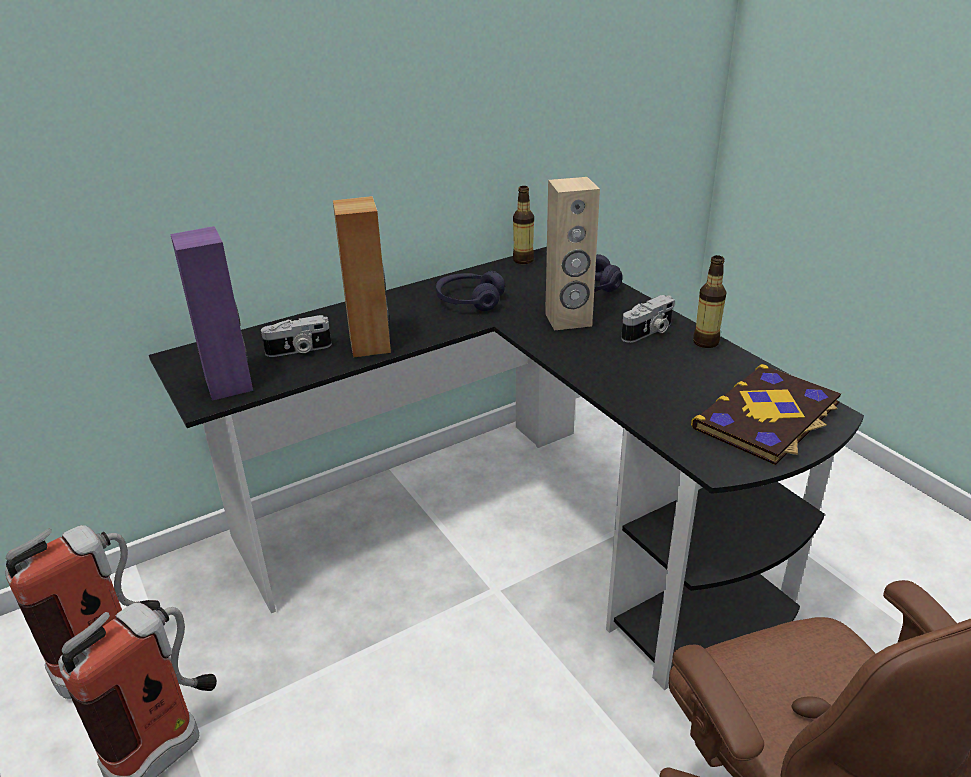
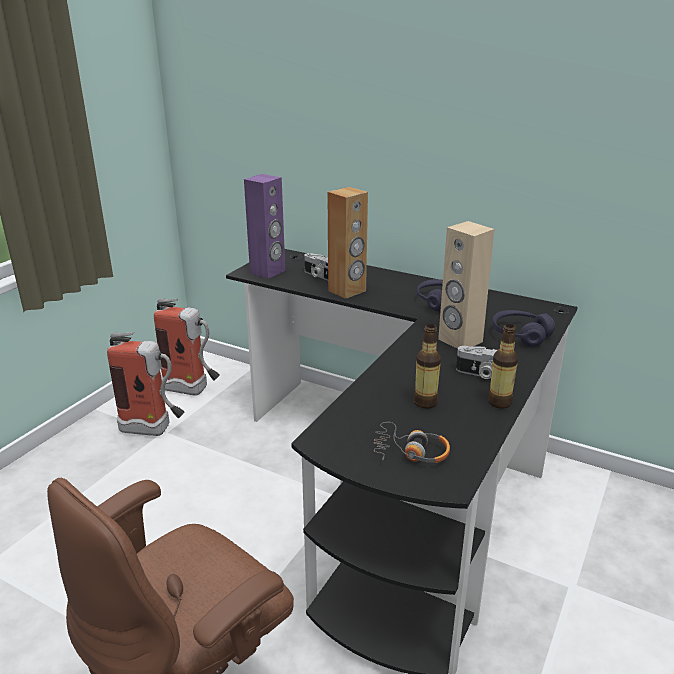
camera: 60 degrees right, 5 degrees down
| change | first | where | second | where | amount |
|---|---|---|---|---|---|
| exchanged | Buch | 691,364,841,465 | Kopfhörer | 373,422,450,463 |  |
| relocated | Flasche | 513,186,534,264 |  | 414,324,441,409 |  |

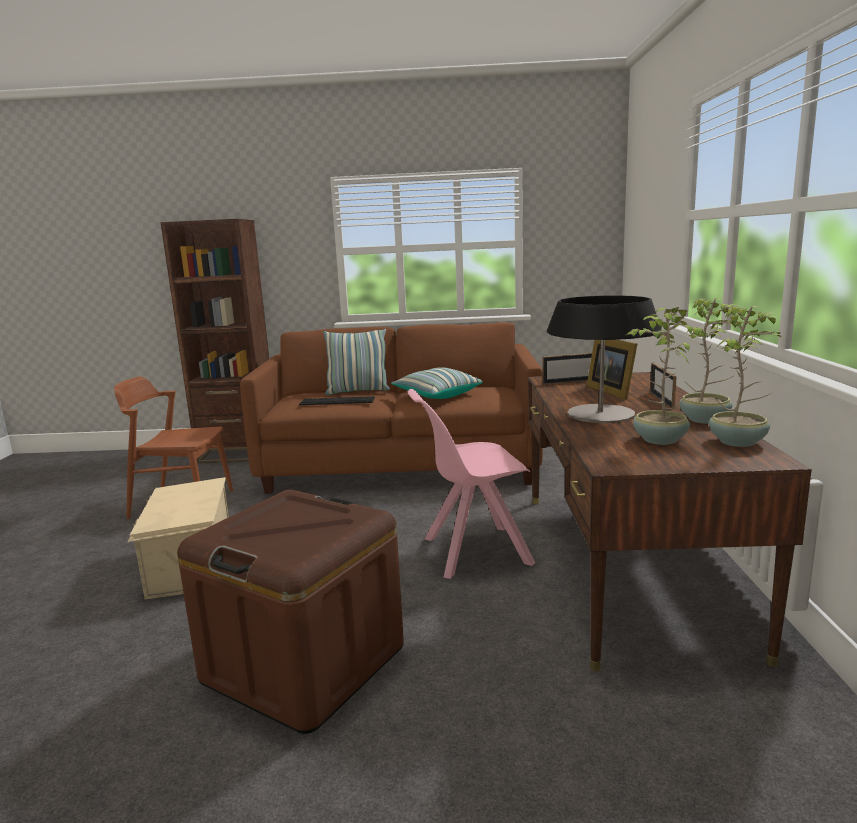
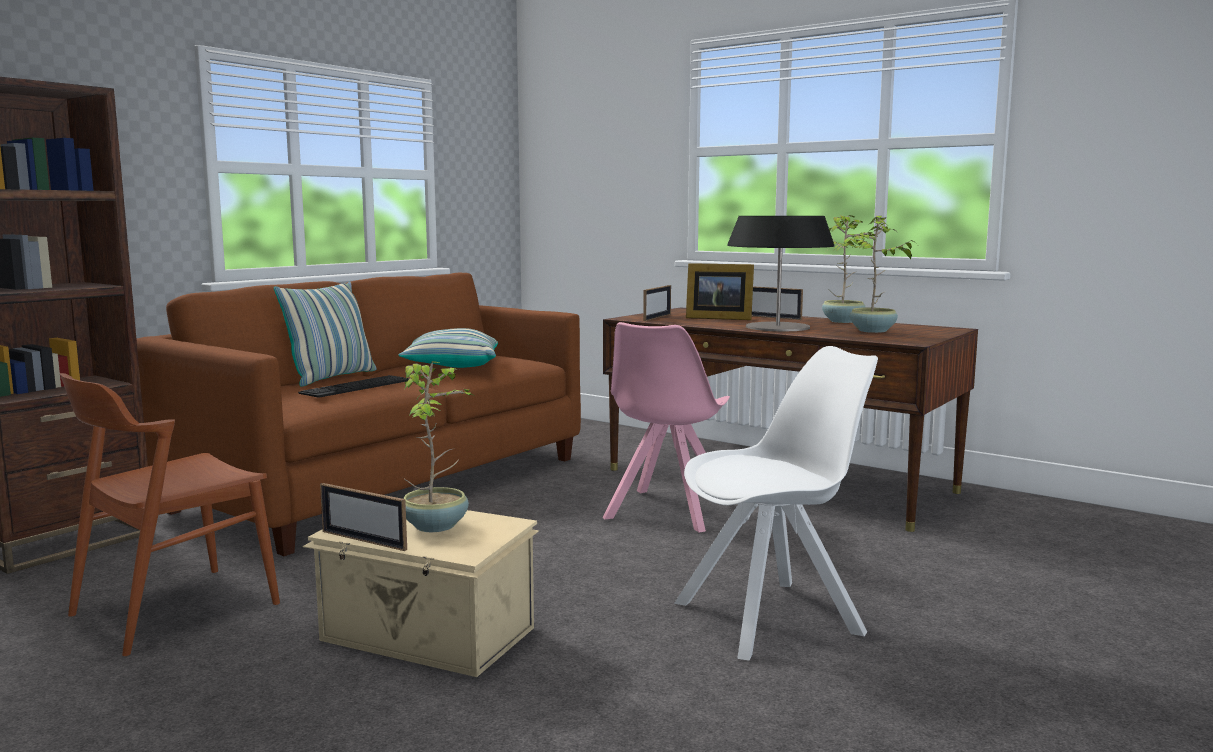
camera: 55 degrees left, 5 degrees down
| change | first | where | second | where | amount |
|---|---|---|---|---|---|
| appeared |  |  | Bilderrahmen | 320,483,407,551 |  |
| relocated | Topfpflanze | 709,306,782,447 |  | 403,361,476,532 |  |
| exchanged | Aufbewahrungsbox [braun] | 177,490,404,734 | Stuhl [weiß] | 674,346,878,661 |  |

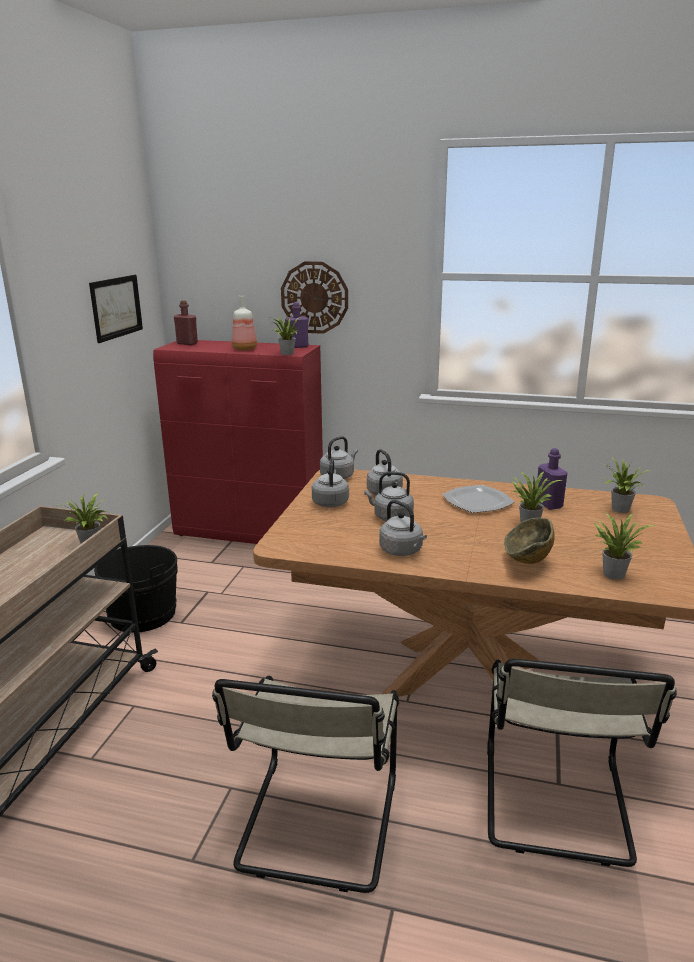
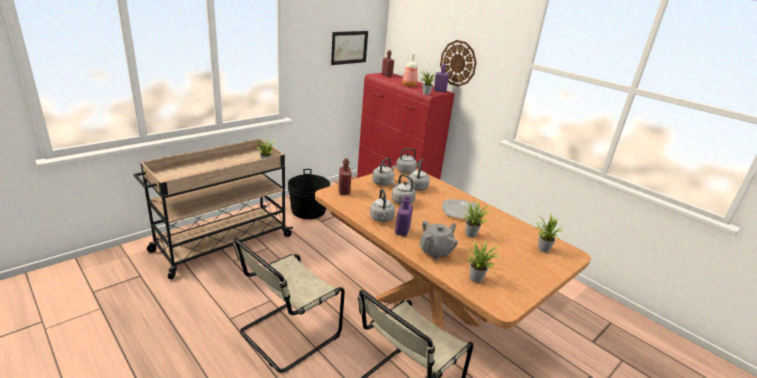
camera: 30 degrees right, 5 degrees up
| change | first | where | second | where | amount |
|---|---|---|---|---|---|
| appeared |  |  | Flasche [rot] | 339,158,352,195 |  |
| relocated | Flasche [lila] | 537,448,567,510 |  | 395,195,413,236 |  |
| exchanged | Schüssel | 504,518,555,564 | Teekanne [grau] | 419,221,458,260 |  |

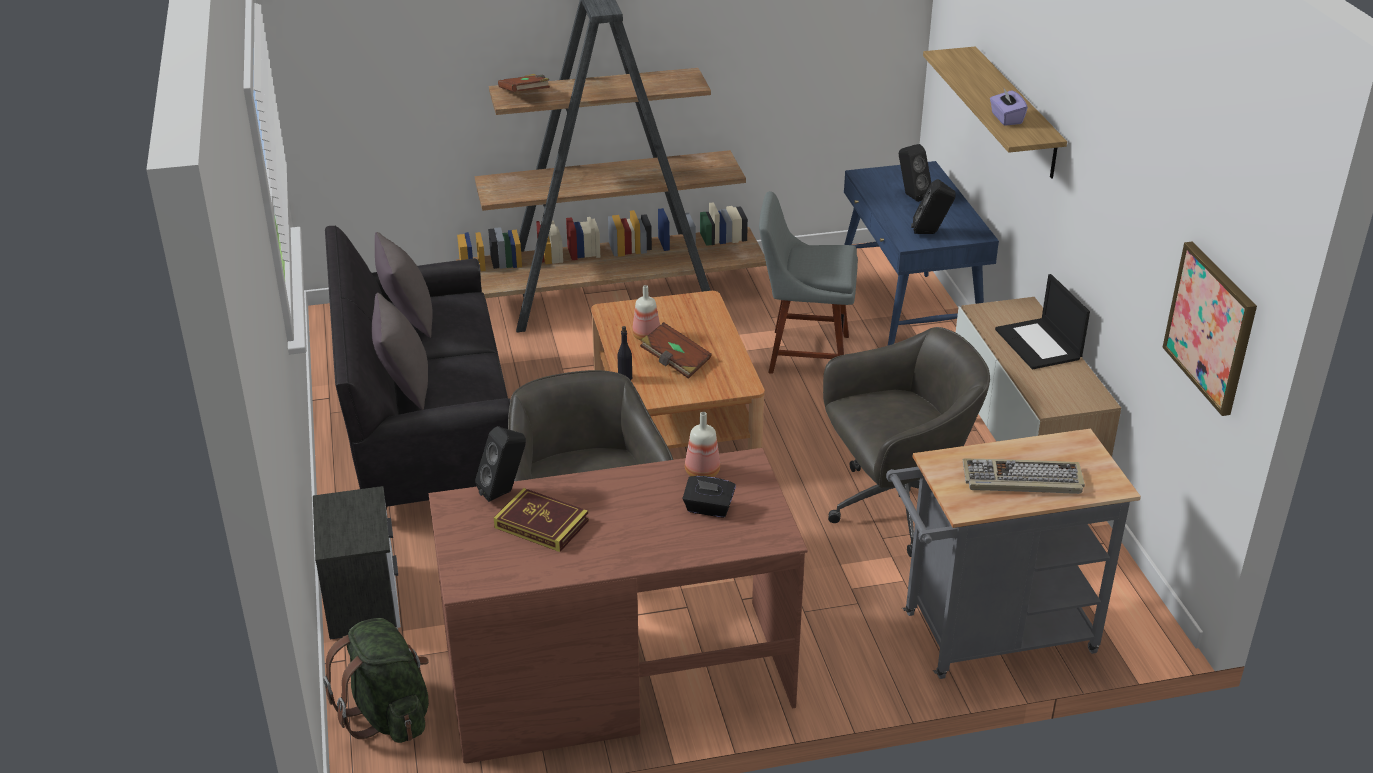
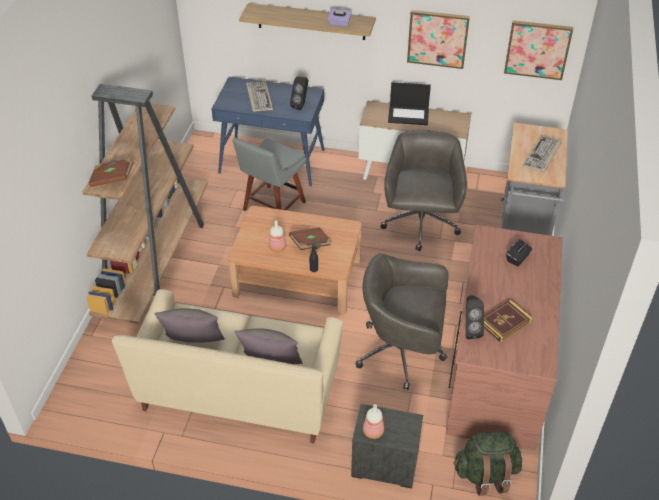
camera: 65 degrees left, 10 degrees up
| change | first | where | second | where | amount |
|---|---|---|---|---|---|
| colour | Sofa [schwarz] | 325,226,510,510 | Sofa [beige] | 112,289,343,443 |  |
| exchanged | Lautsprecher [schwarz] | 899,144,931,202 | Tastatur | 246,81,273,112 |  |
| relocated | Flasche | 685,412,720,477 |  | 363,404,384,439 |  |
| appeared |  |  | Bild | 407,10,470,69 |  |

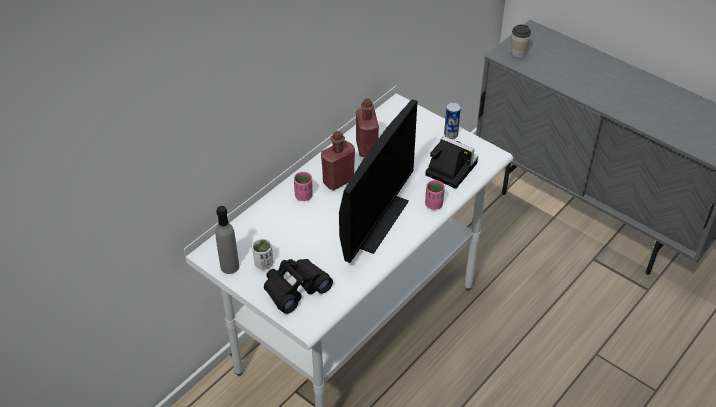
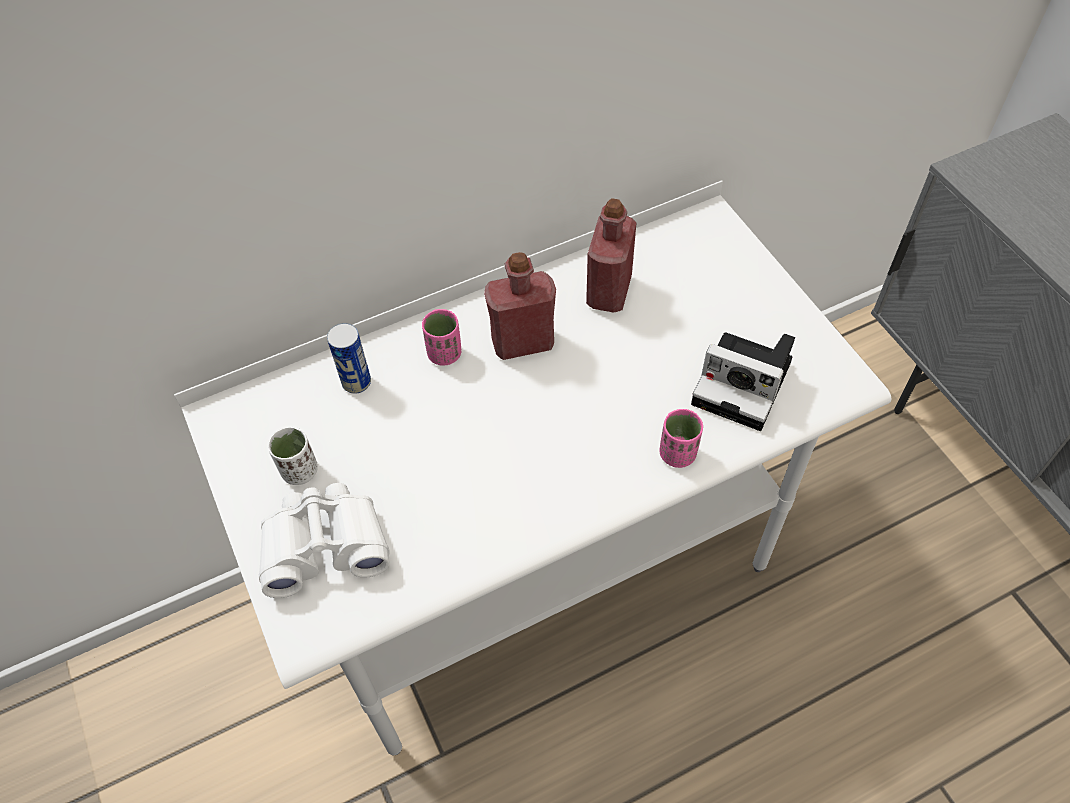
camera: 25 degrees right, 10 degrees up
| change | first | where | second | where | amount |
|---|---|---|---|---|---|
| colour | Fernglas [schwarz] | 264,259,333,314 | Fernglas [weiß] | 259,483,390,598 |  |
| relocated | Dose | 444,102,461,139 |  | 327,323,371,394 |  |
| spun | Kamera | 425,136,478,189 |  | 691,333,795,431 | 150 degrees clockwise |
| missing | Flasche [grau] | 215,206,239,274 |  |  |  |
| missing | Monitor | 339,99,417,263 |  |  |  |
| missing | Tasse | 511,25,531,58 |  |  |  |

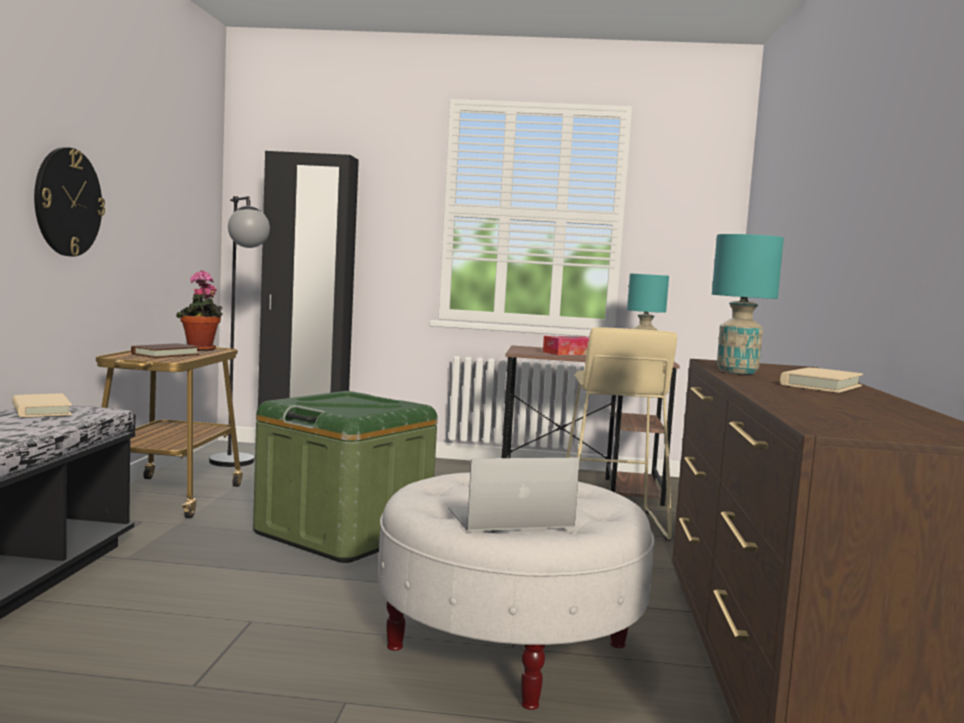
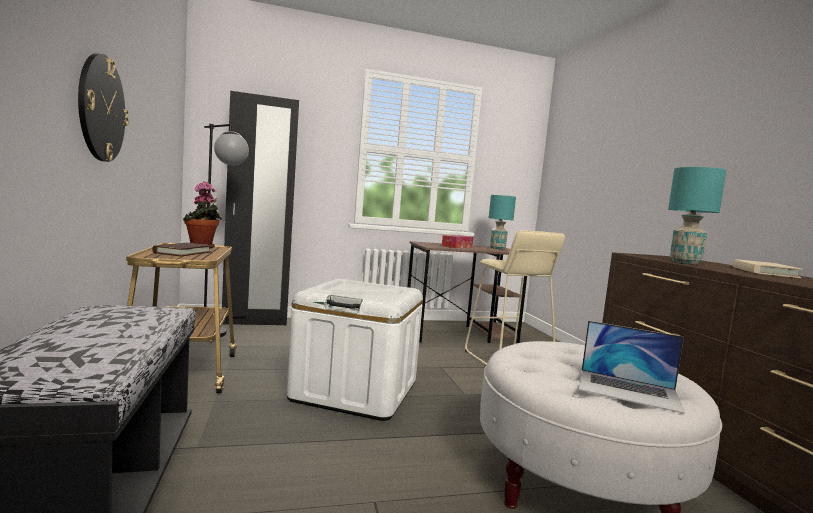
camera: 20 degrees left, 0 degrees up
| change | first | where | second | where | amount |
|---|---|---|---|---|---|
| colour | Aufbewahrungsbox [grün] | 253,391,437,563 | Aufbewahrungsbox [weiß] | 287,279,423,421 |  |
| spun | Laptop | 448,458,580,531 |  | 579,321,685,414 | 120 degrees counterclockwise |
| missing | Buch [beige] | 12,393,72,417 |  |  |  |

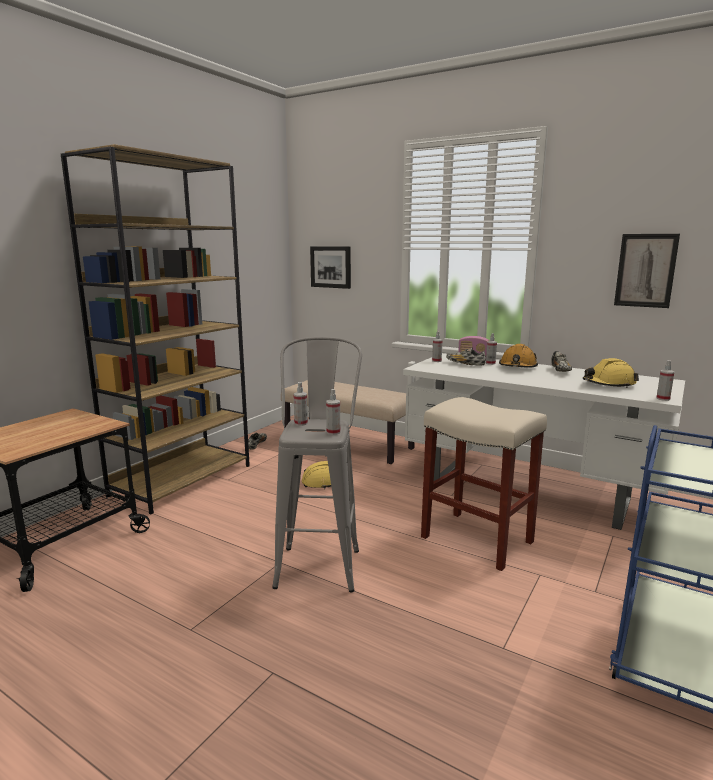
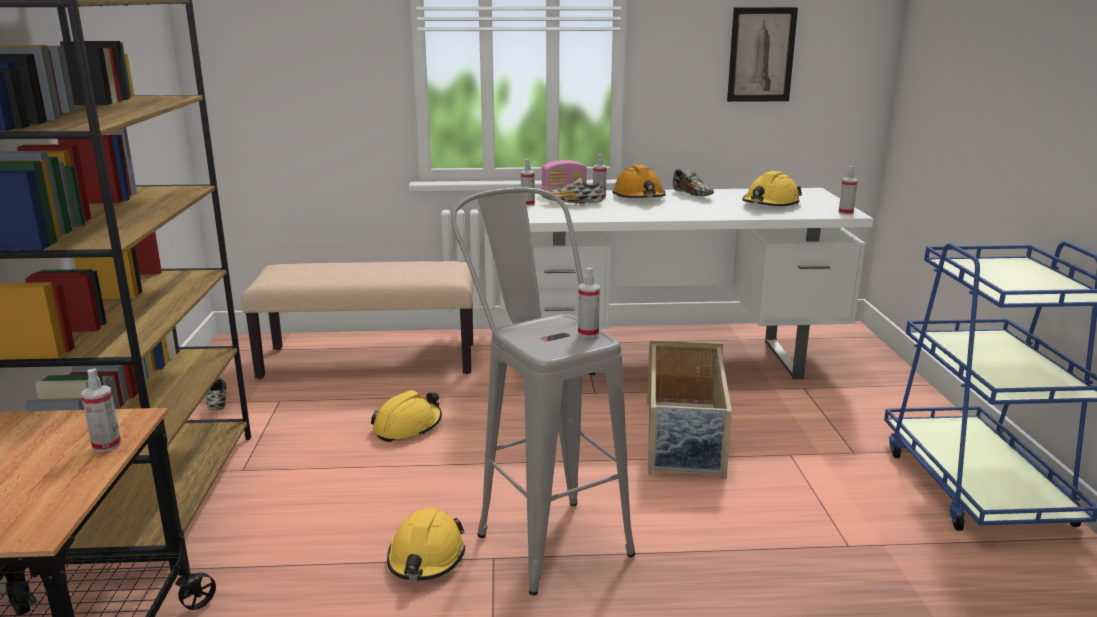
camera: 35 degrees left, 5 degrees up
| change | first | where | second | where | amount |
|---|---|---|---|---|---|
| relocated | Sprühflasche | 294,382,308,426 |  | 81,368,121,452 |  |
| appeared |  |  | Schutzhelm [gelb] | 387,508,465,581 |  |
| exchanged | Hocker [beige] | 421,397,547,571 | Aufbewahrungsbox [beige] | 647,341,732,479 |  |
| missing | Bild | 310,246,351,289 |  |  |  |

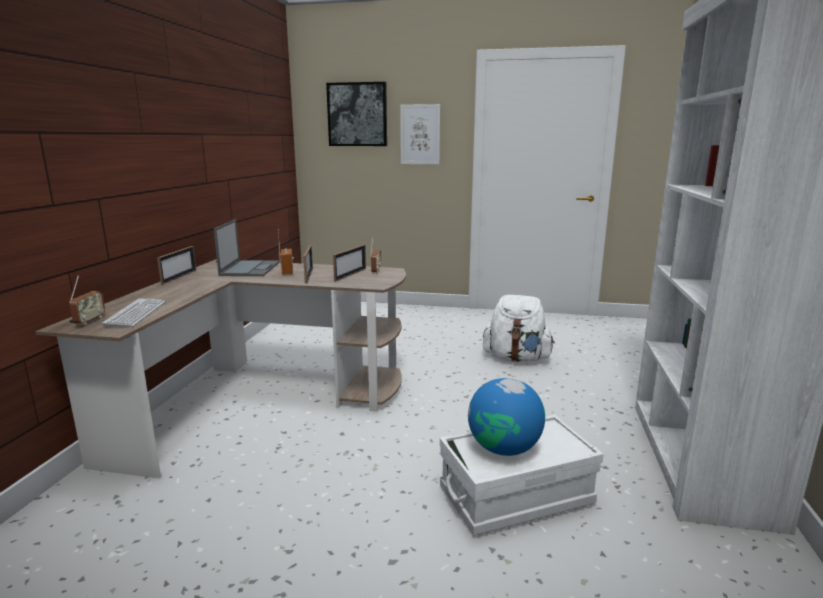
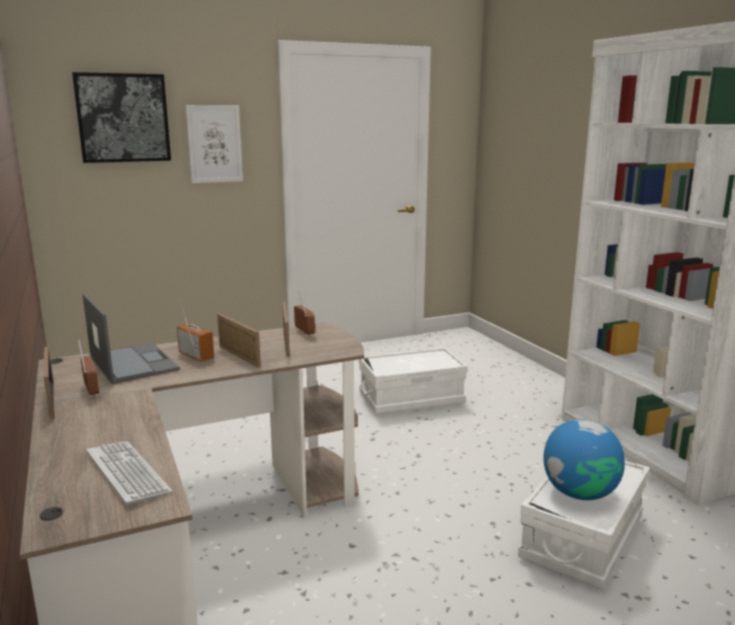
camera: 35 degrees left, 0 degrees up
| change | first | where | second | where | amount |
|---|---|---|---|---|---|
| relocated | Radio | 69,275,105,325 |  | 78,340,99,397 |  |
| exchanged | Rucksack [weiß] | 483,295,555,362 | Aufbewahrungsbox [weiß] | 359,347,468,415 |  |

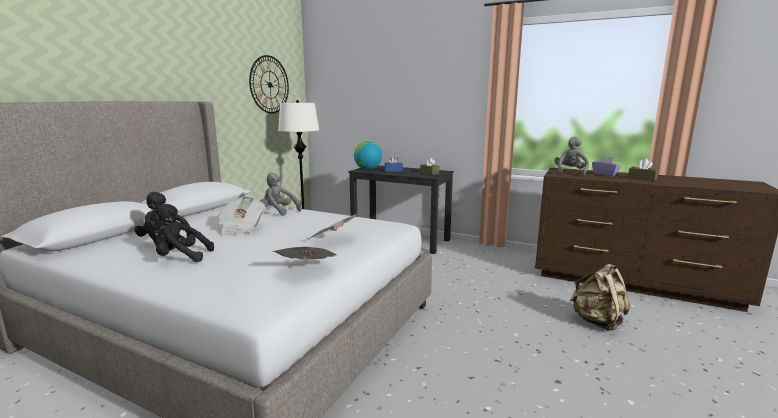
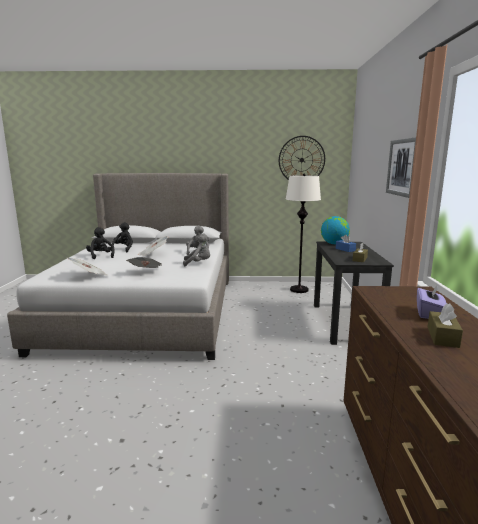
camera: 65 degrees right, 0 degrees up
| change | first | where | second | where | amount |
|---|---|---|---|---|---|
| relocated | Plüschtier [grau] | 554,137,589,176 |  | 183,233,210,266 |  |
| appeared |  |  | Bild | 386,137,416,198 |  |
| missing | Rucksack [beige] | 570,264,630,331 |  |  |  |

